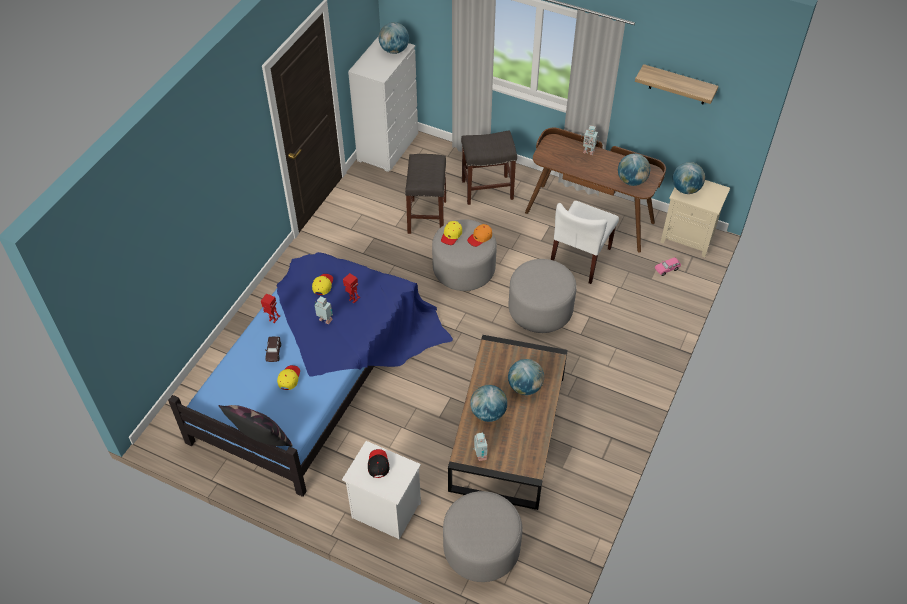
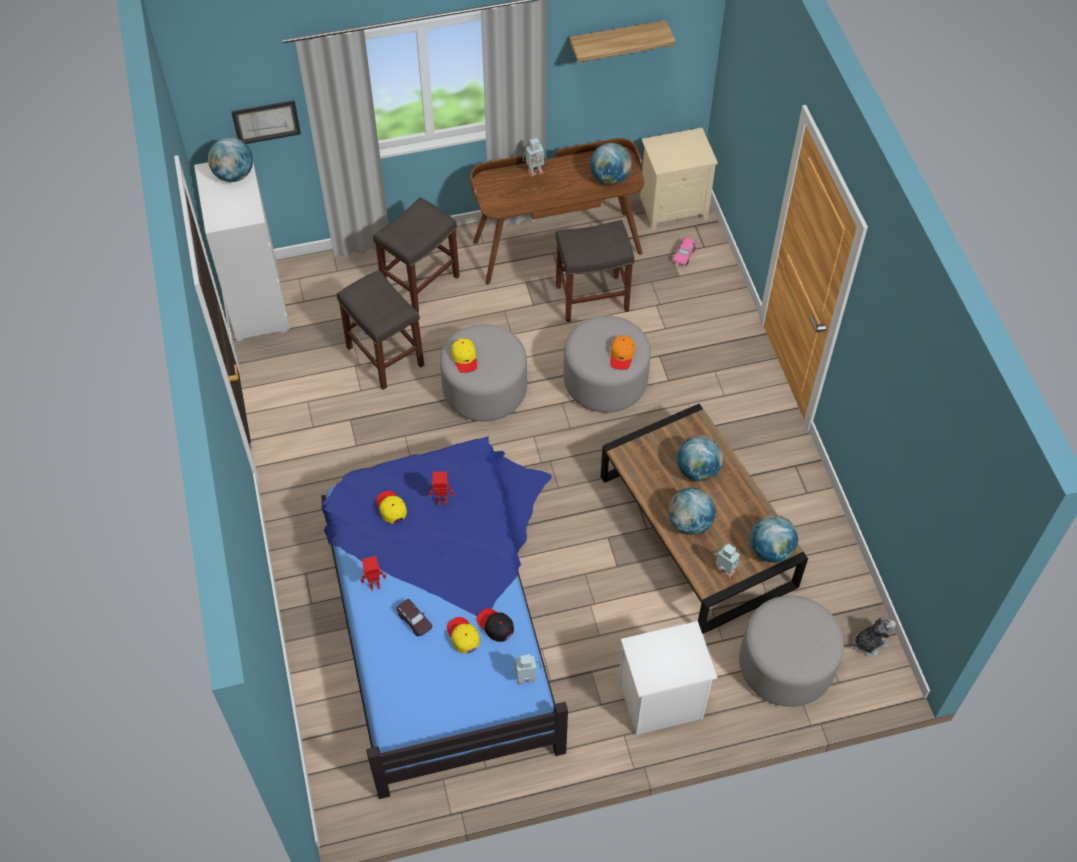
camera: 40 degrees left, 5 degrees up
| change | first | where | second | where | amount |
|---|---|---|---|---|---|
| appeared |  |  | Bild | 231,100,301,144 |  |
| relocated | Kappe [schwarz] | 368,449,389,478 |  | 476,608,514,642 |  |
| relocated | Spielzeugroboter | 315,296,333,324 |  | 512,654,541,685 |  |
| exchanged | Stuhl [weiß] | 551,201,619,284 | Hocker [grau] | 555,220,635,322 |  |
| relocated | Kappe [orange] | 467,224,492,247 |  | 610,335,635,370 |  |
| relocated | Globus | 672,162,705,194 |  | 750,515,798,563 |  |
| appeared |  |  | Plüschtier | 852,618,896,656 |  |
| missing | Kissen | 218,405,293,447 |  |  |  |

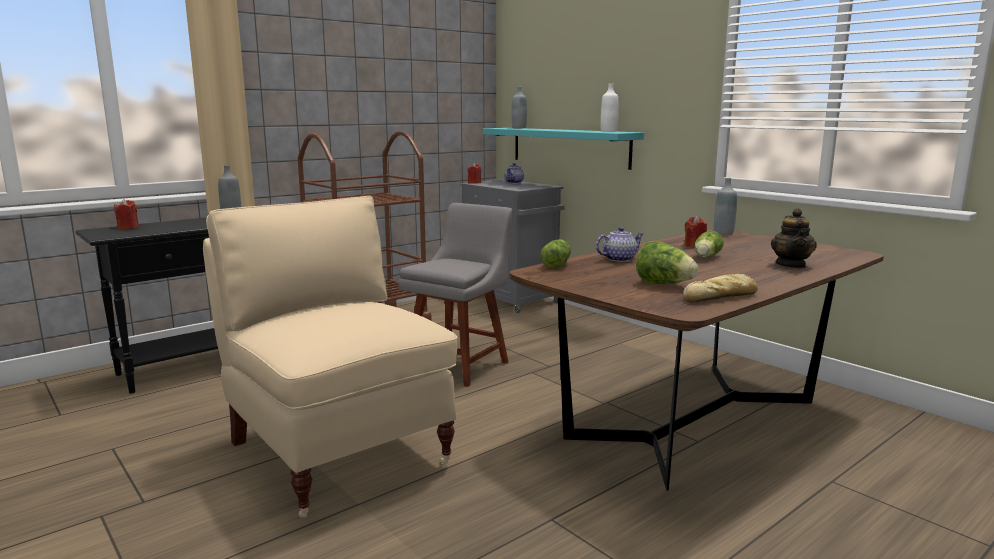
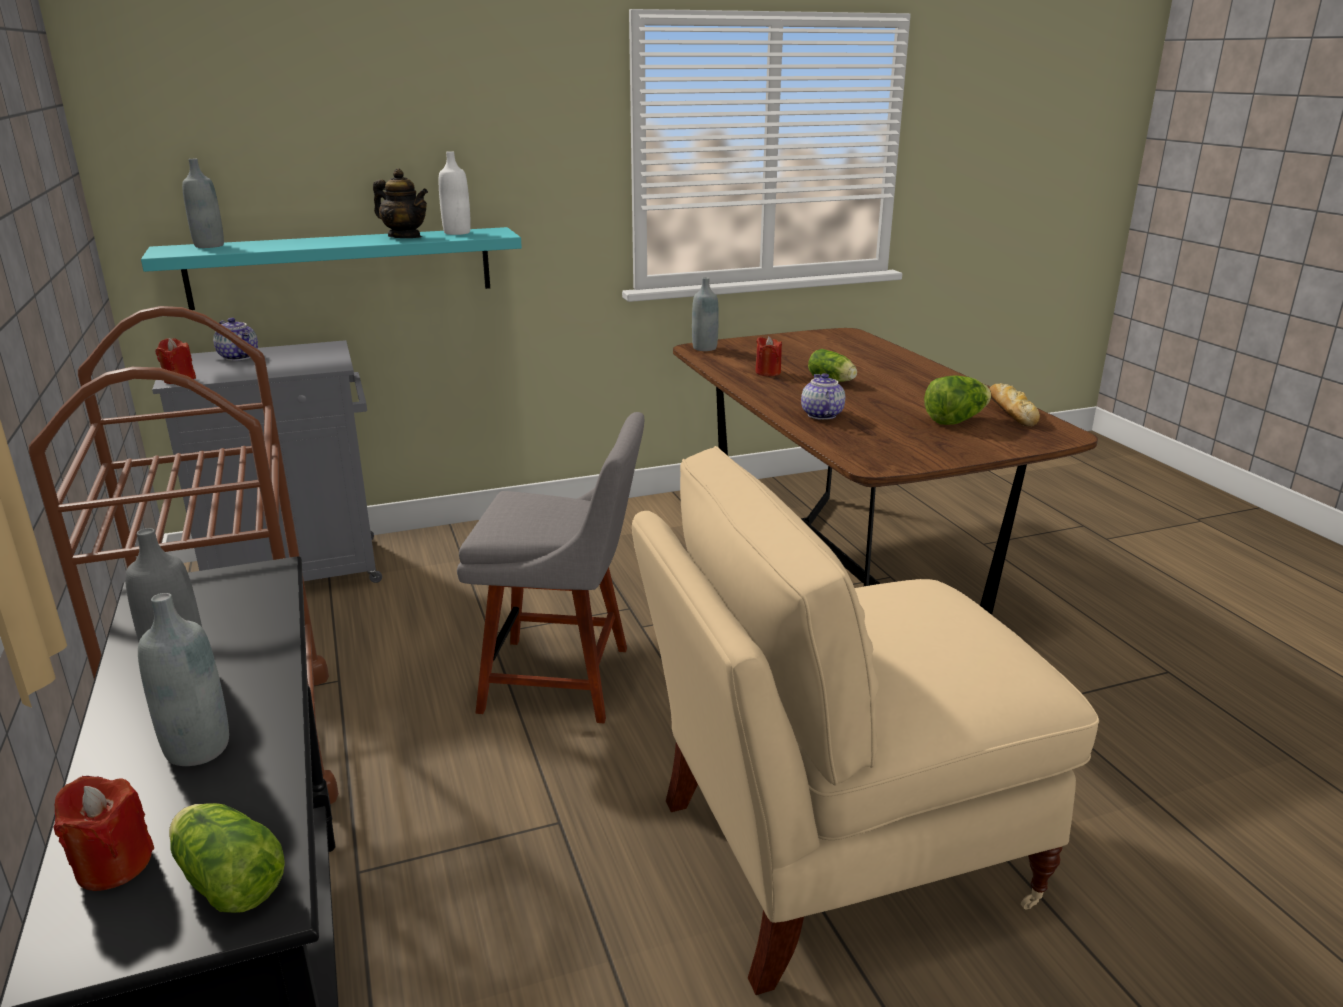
camera: 70 degrees left, 10 degrees up
| change | first | where | second | where | amount |
|---|---|---|---|---|---|
| appeared |  |  | Flasche [grau] | 138,593,229,766 |  |
| relocated | Salatkopf | 541,239,571,268 |  | 169,803,285,913 |  |
| relocated | Teekanne | 771,208,817,268 |  | 373,169,428,238 |  |
| spun | Stuhl [grau] | 398,203,513,387 |  | 457,412,644,723 | 135 degrees clockwise |

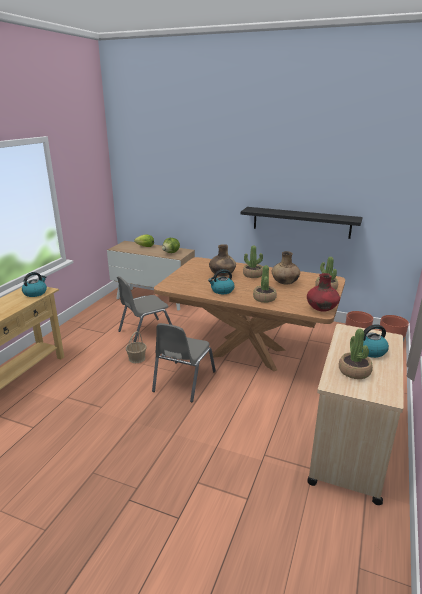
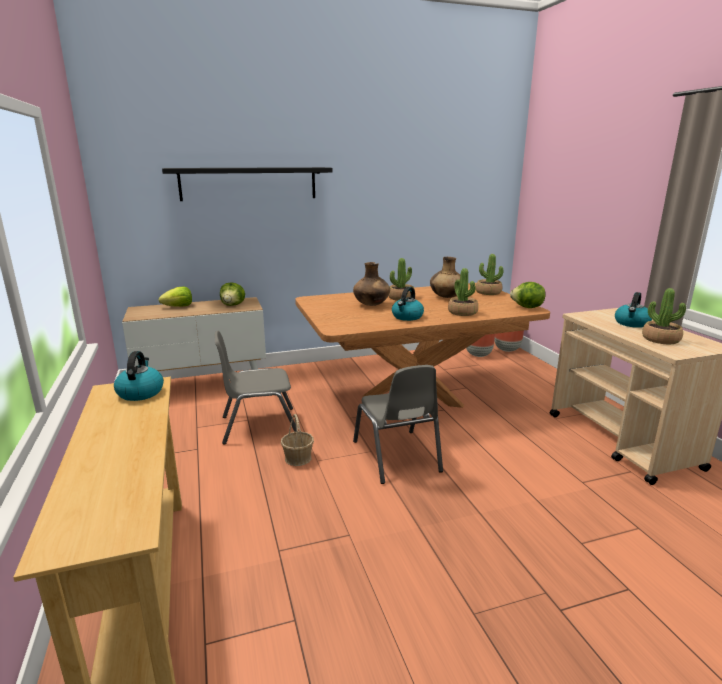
camera: 40 degrees left, 5 degrees down
| change | first | where | second | where | amount |
|---|---|---|---|---|---|
| relocated | Wandregal [schwarz] | 241,207,363,239 |  | 162,167,333,201 |  |
| spun | Stuhl [grau] | 117,276,172,342 |  | 215,331,299,445 | 60 degrees clockwise |
| exchanged | Vase [rot] | 307,273,340,312 | Salatkopf | 510,282,545,308 |  |

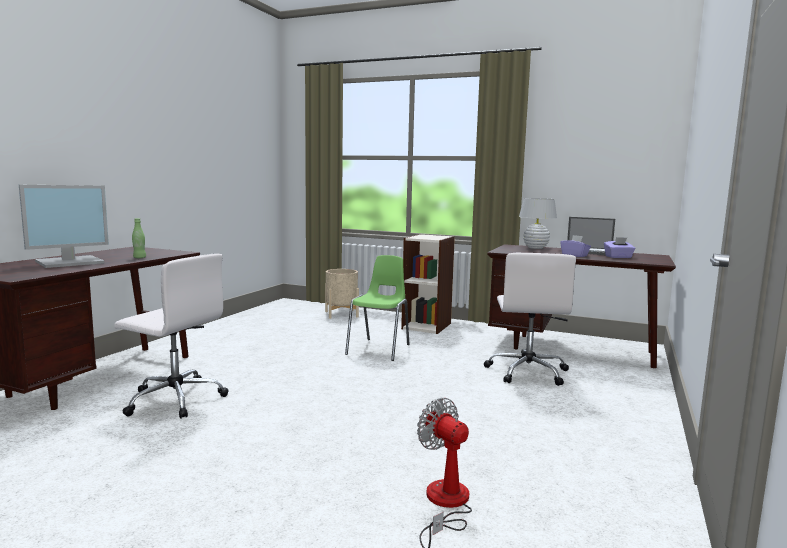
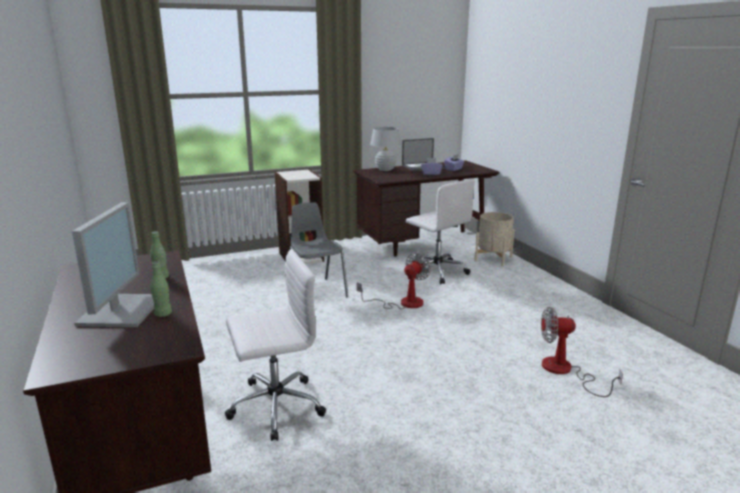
camera: 45 degrees left, 10 degrees up
| change | first | where | second | where | amount |
|---|---|---|---|---|---|
| appeared |  |  | Flasche [grün] | 151,261,172,317 |  |
| colour | Stuhl [grün] | 345,255,409,361 | Stuhl [grau] | 289,202,348,298 |  |
| appeared |  |  | Ventilator | 357,253,431,309 |  |
| relocated | Pflanzkübel [beige] | 325,269,359,319 |  | 474,212,515,267 |  |

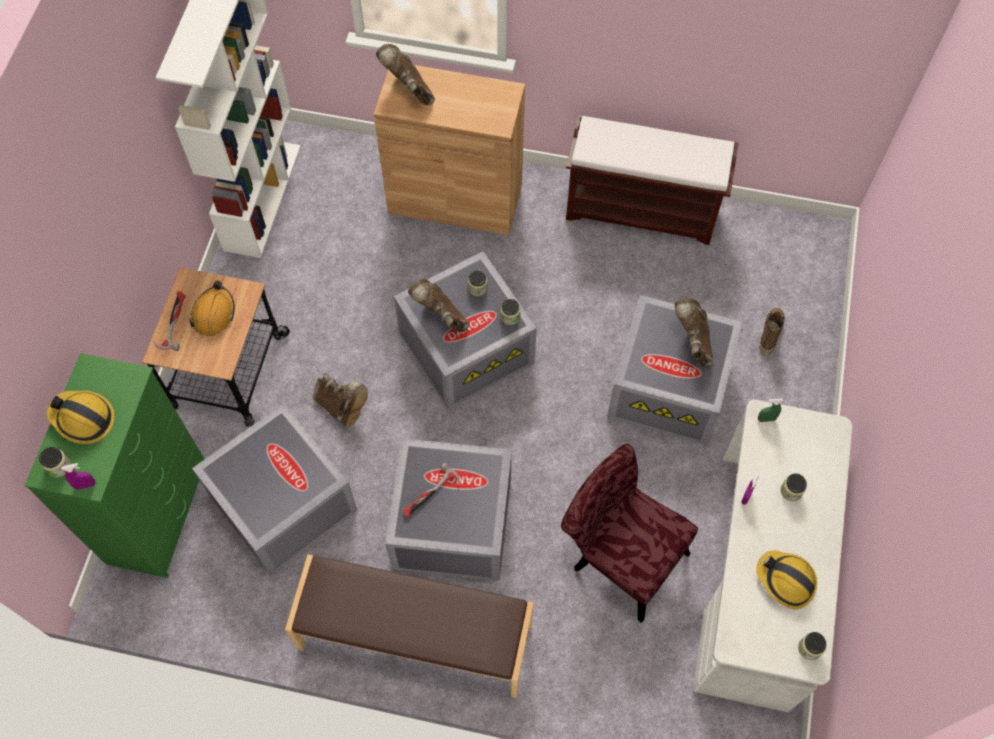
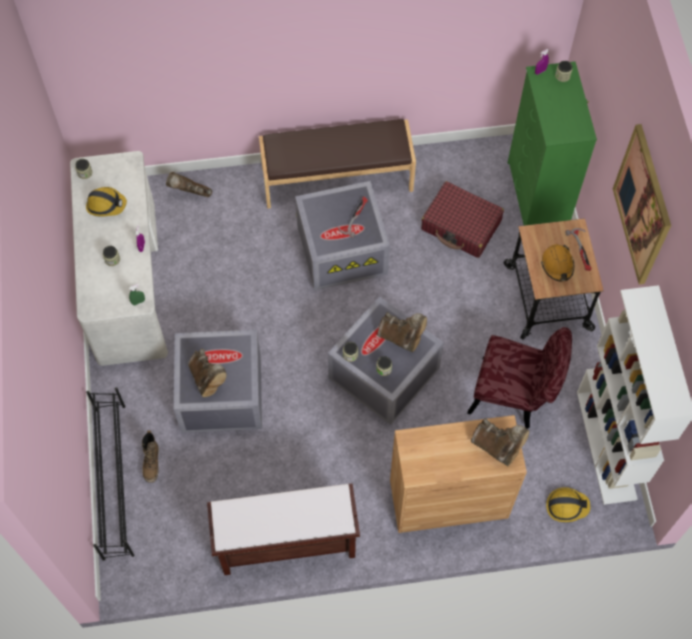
camera: 160 degrees right, 0 degrees up
| change | first | where | second | where | amount |
|---|---|---|---|---|---|
| appeared |  |  | Schuhregal [schwarz] | 86,387,134,561 |  |
| relocated | Stiefel [braun] | 313,373,368,428 |  | 166,172,212,197 |  |
| exchanged | Aufbewahrungsbox [grau] | 192,403,358,576 | Koffer [rot] | 421,181,504,258 |  |
| relocated | Stuhl [rot] | 561,444,698,623 |  | 467,327,572,429 |  |
| relocated | Schutzhelm | 47,391,115,444 |  | 546,487,590,522 |  |
| appeared |  |  | Bild | 613,124,671,284 |  |

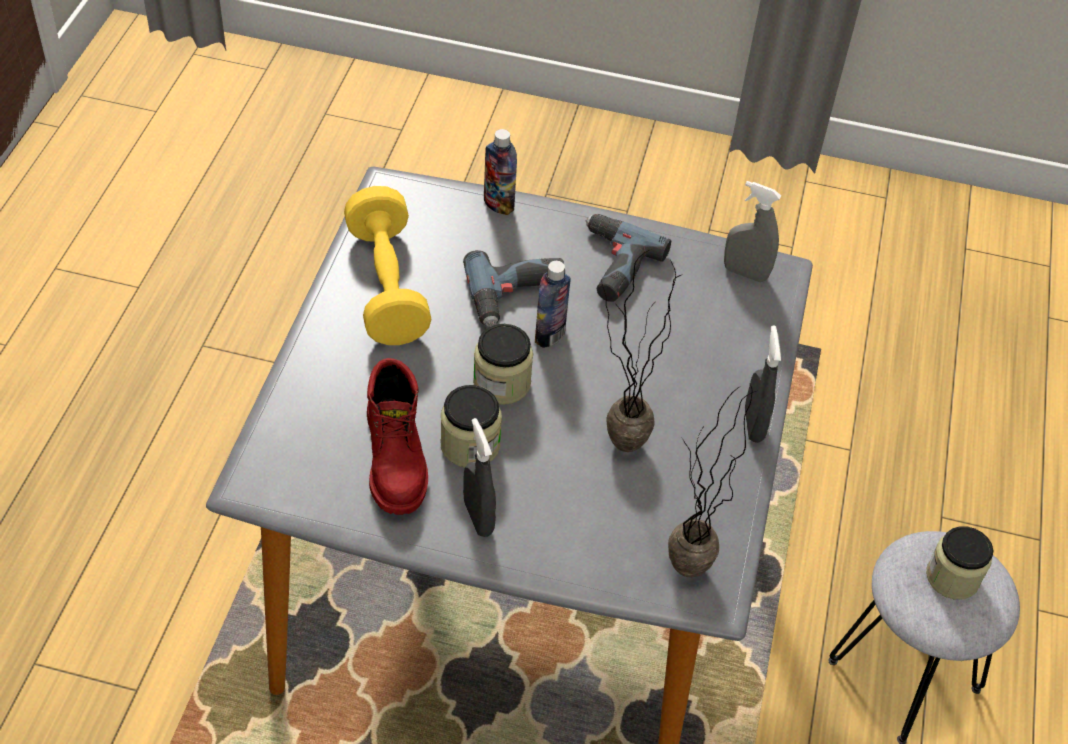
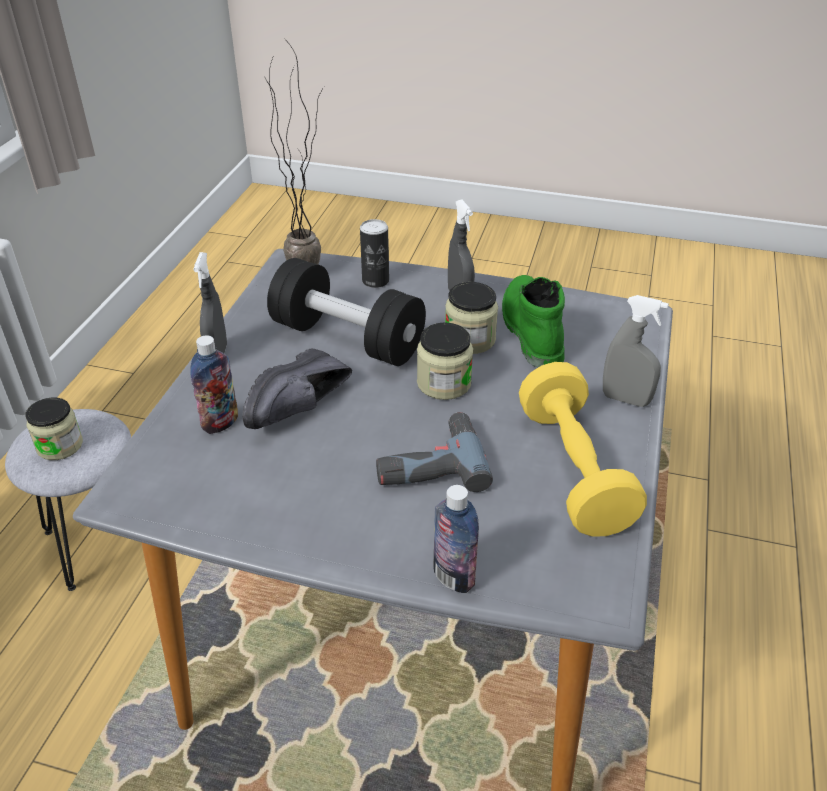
camera: 175 degrees left, 10 degrees down
| change | first | where | second | where | amount |
|---|---|---|---|---|---|
| relocated | Flasche | 535,261,571,348 |  | 190,335,238,434 |  |
| appeared |  |  | Schuh [schwarz] | 242,349,352,429 |  |
| exchanged | Topfpflanze | 601,250,681,452 | Hantel [schwarz] | 267,258,426,366 |  |
| appeared |  |  | Dose | 360,219,389,288 |  |
| colour | Stiefel [rot] | 367,358,428,515 | Stiefel [grün] | 502,275,565,367 |  |
| relocated | Sprühflasche [grau] | 724,181,781,282 |  | 603,295,669,407 |  |
| missing | Bohrmaschine | 586,213,671,302 |  |  |  |

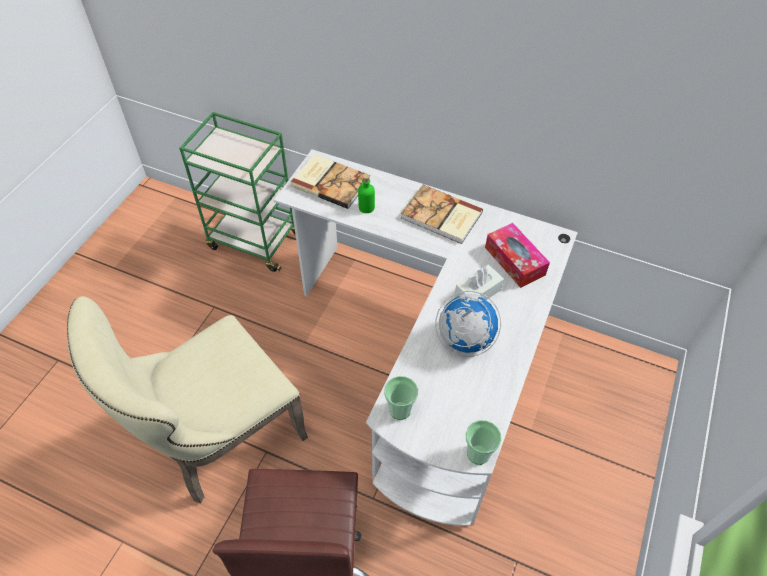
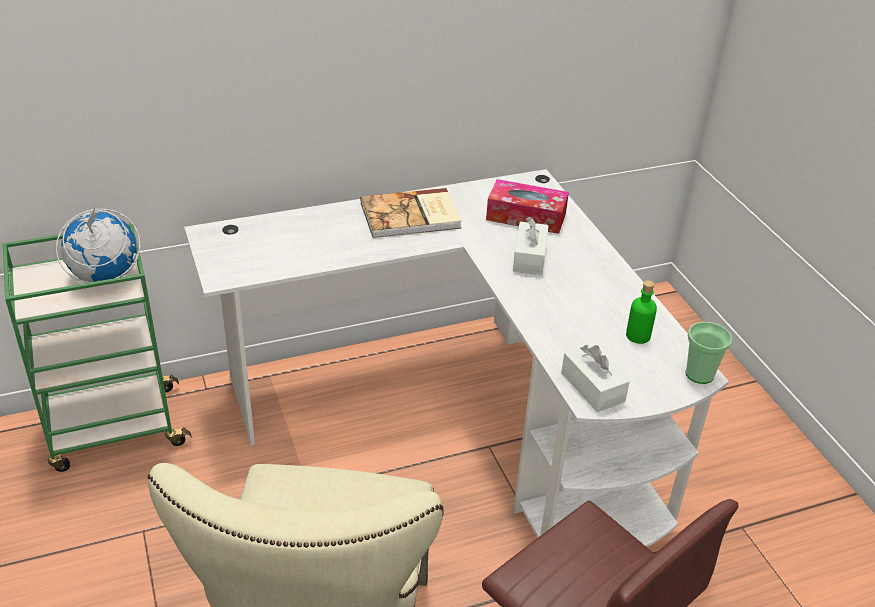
camera: 45 degrees left, 15 degrees down
| change | first | where | second | where | amount |
|---|---|---|---|---|---|
| relocated | Globus | 435,291,501,357 |  | 56,208,141,283 |  |
| exchanged | Tasse | 384,376,418,420 | Taschentuchbox [weiß] | 561,343,630,412 |  |
| relocated | Flasche [grün] | 358,174,375,213 |  | 626,280,657,344 |  |
| missing | Buch | 290,154,370,209 |  |  |  |

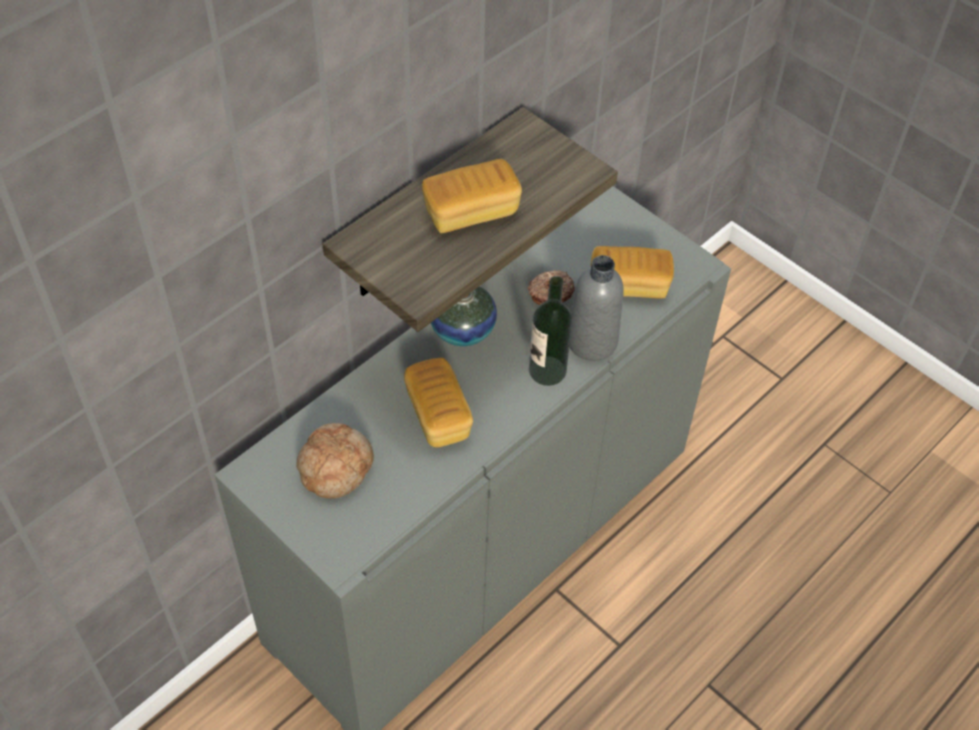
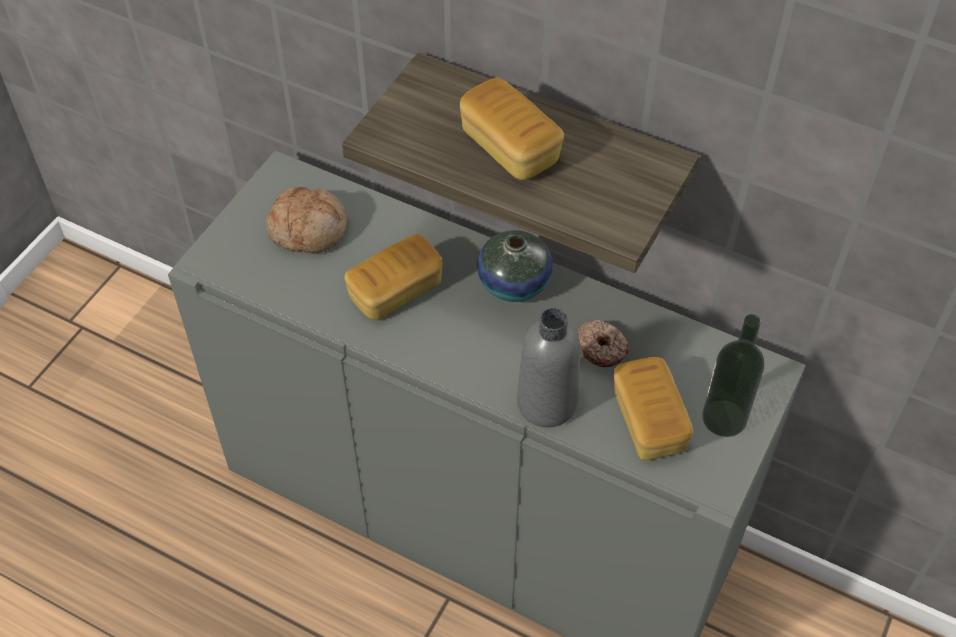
camera: 75 degrees right, 0 degrees up
| change | first | where | second | where | amount |
|---|---|---|---|---|---|
| relocated | Flasche | 529,276,573,386 |  | 702,314,764,437 |  |

